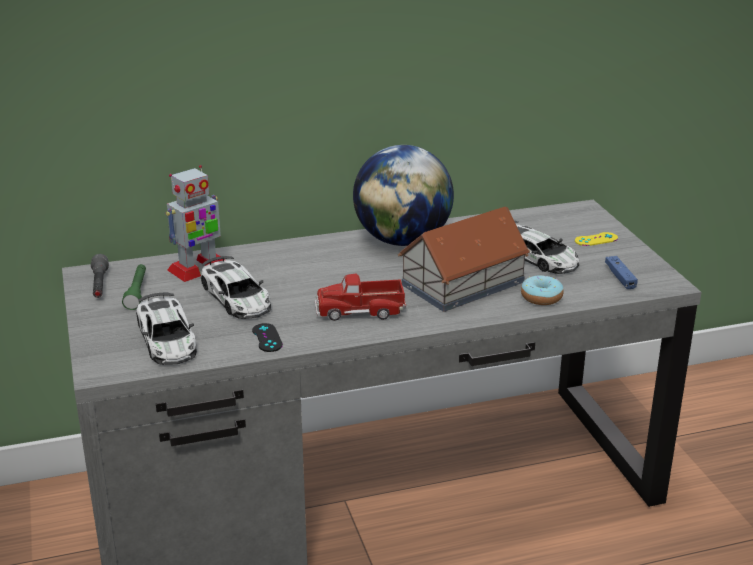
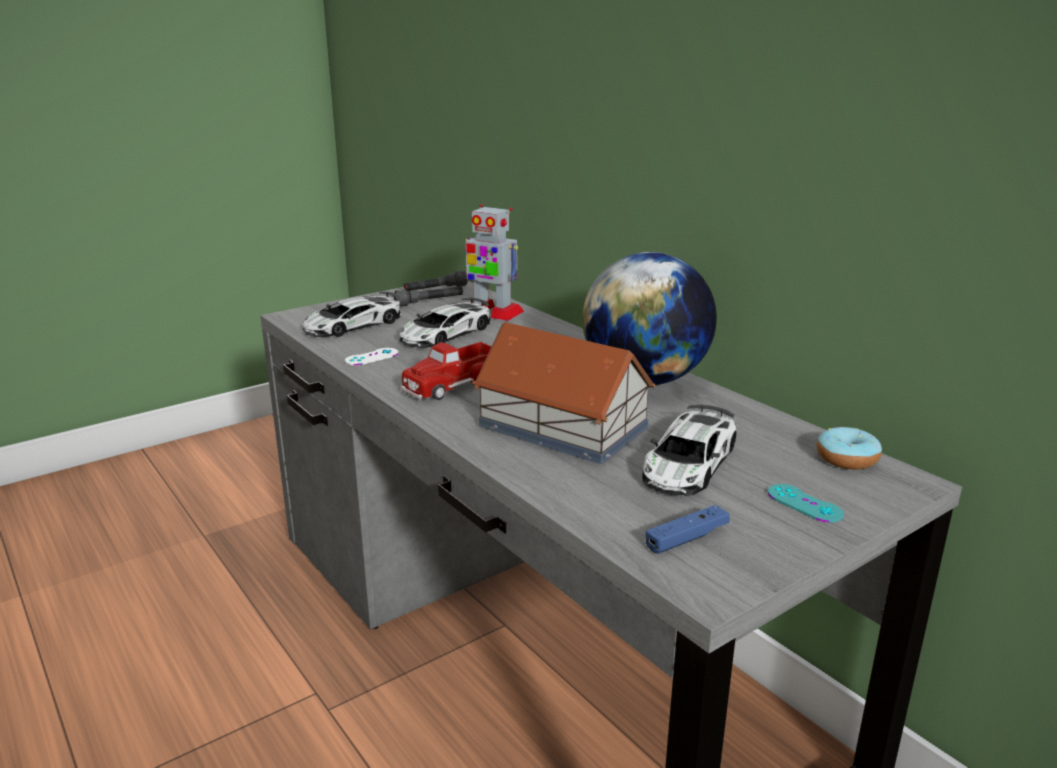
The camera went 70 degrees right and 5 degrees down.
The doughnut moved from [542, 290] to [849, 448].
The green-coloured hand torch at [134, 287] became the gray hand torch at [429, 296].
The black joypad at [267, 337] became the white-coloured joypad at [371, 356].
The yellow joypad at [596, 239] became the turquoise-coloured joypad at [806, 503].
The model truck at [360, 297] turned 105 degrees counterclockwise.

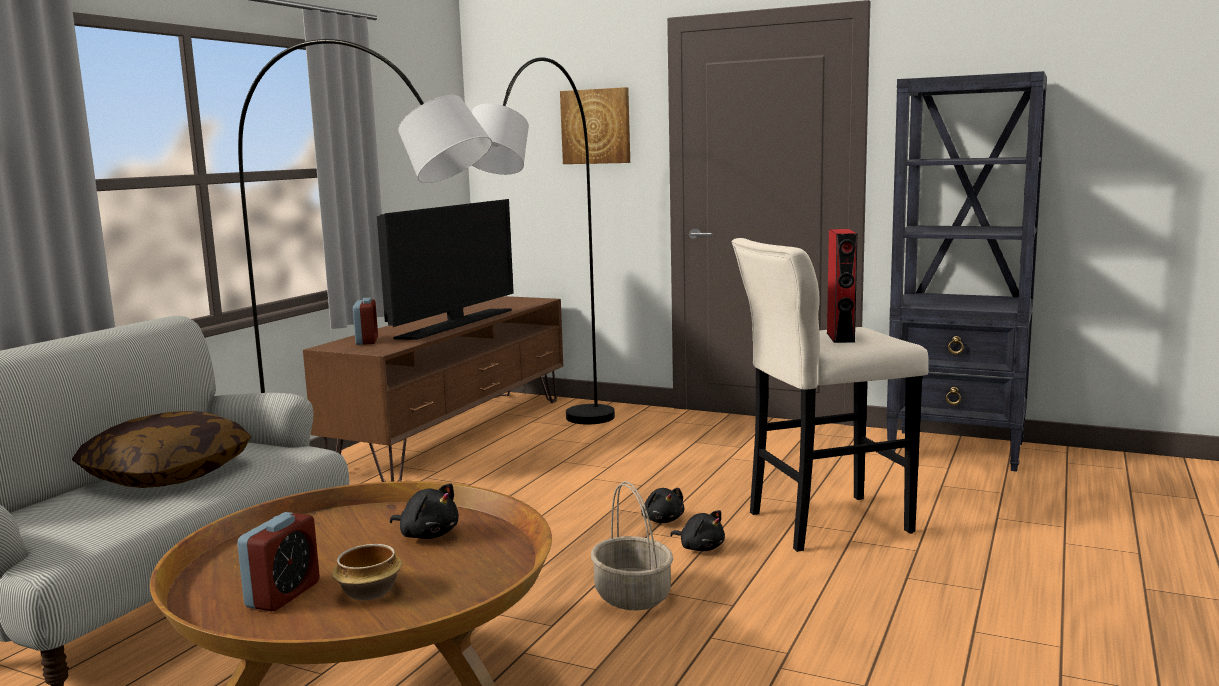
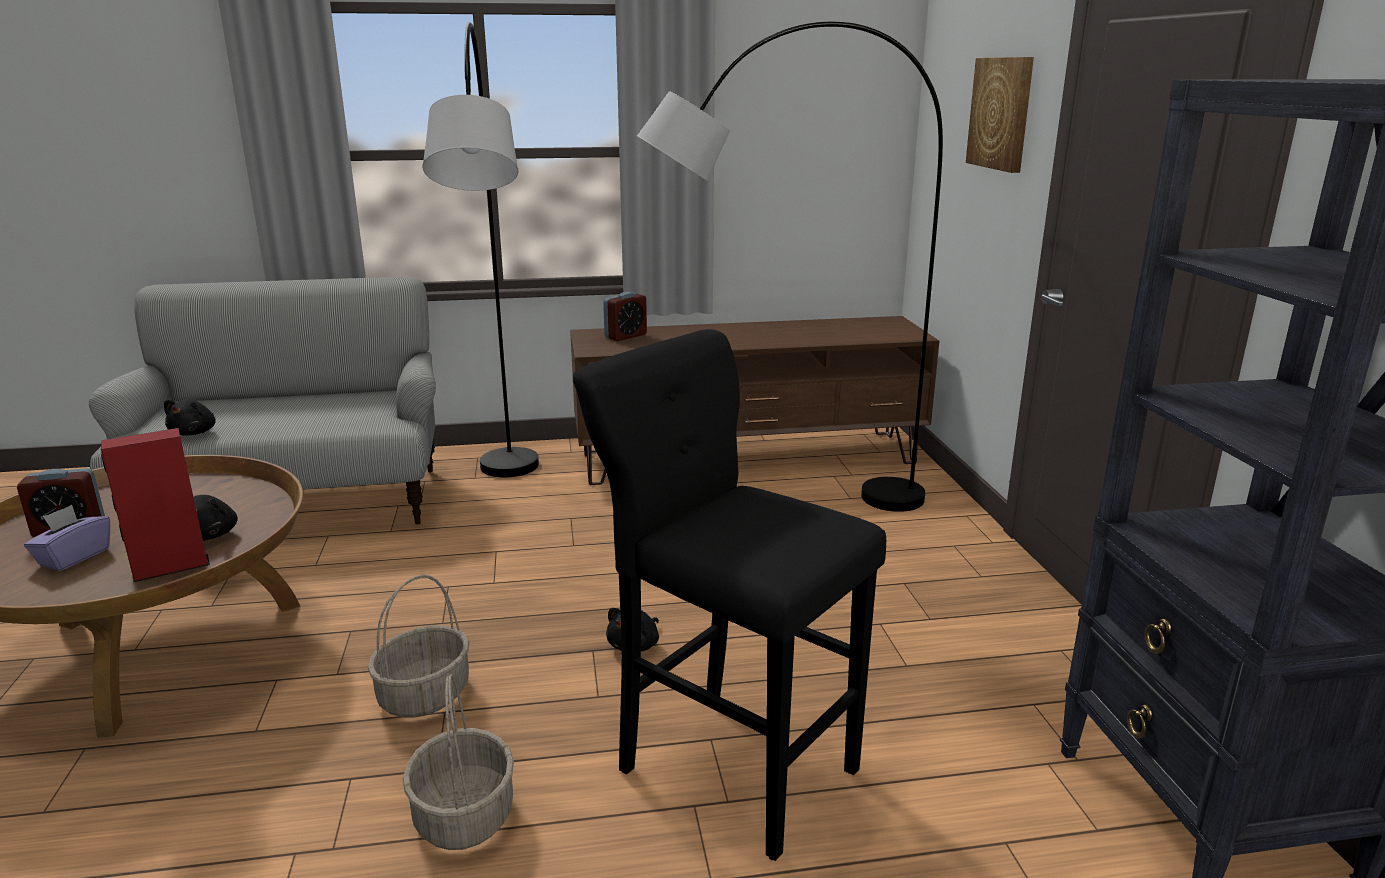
The camera went 55 degrees right and 10 degrees up.
The throw pillow at [161, 449] disappeared.
The television at [445, 269] disappeared.
The household basket at [458, 762] appeared.
The black cuddly toy moved from [697, 530] to [190, 417].
The red loudspeaker moved from [842, 286] to [155, 505].
The bowl at [367, 572] was replaced by the purplish tissue box at [67, 538].
The beige sitting stool at [830, 395] became the black sitting stool at [729, 595].

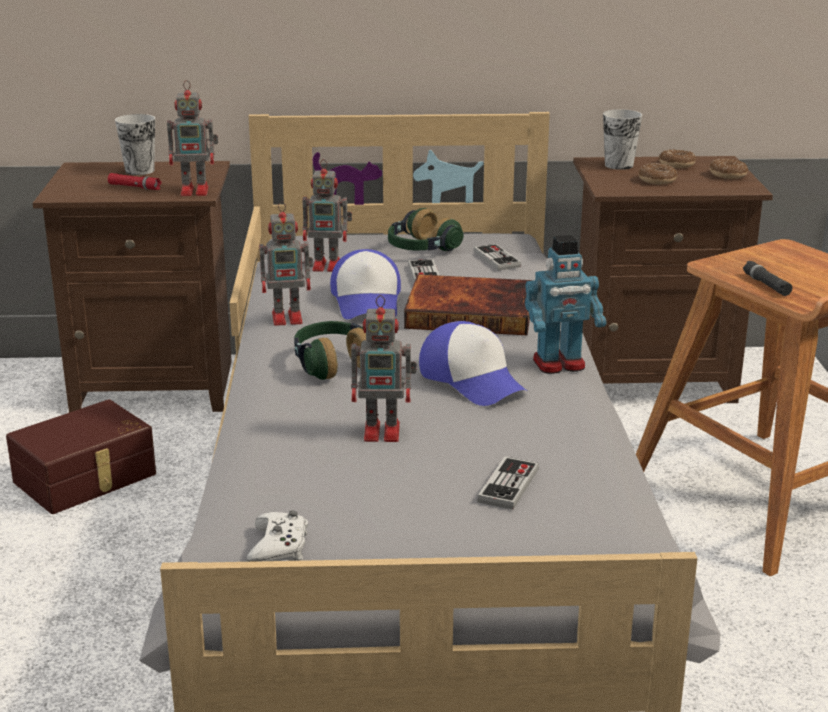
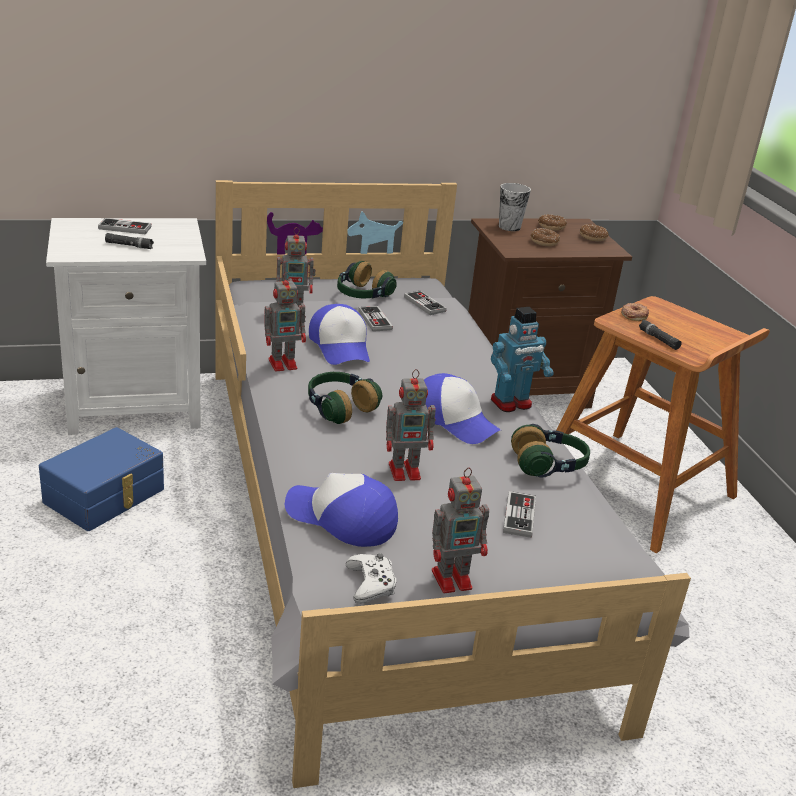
The camera went 15 degrees left and 5 degrees up.
The bound book at [468, 305] disappeared.
The baseball cap at [341, 510] appeared.
The pair of headphones at [550, 450] appeared.
The doughnut at [635, 312] appeared.
The robot figure moved from [192, 138] to [460, 530].
The drinking cup at [135, 144] was replaced by the joypad at [125, 226].
The brown-coloured storage bin at [81, 456] became the bluish storage bin at [101, 479].
The brown-coloured night table at [132, 287] became the white-coloured night table at [126, 326].
The red hand torch at [135, 181] became the black hand torch at [129, 241].

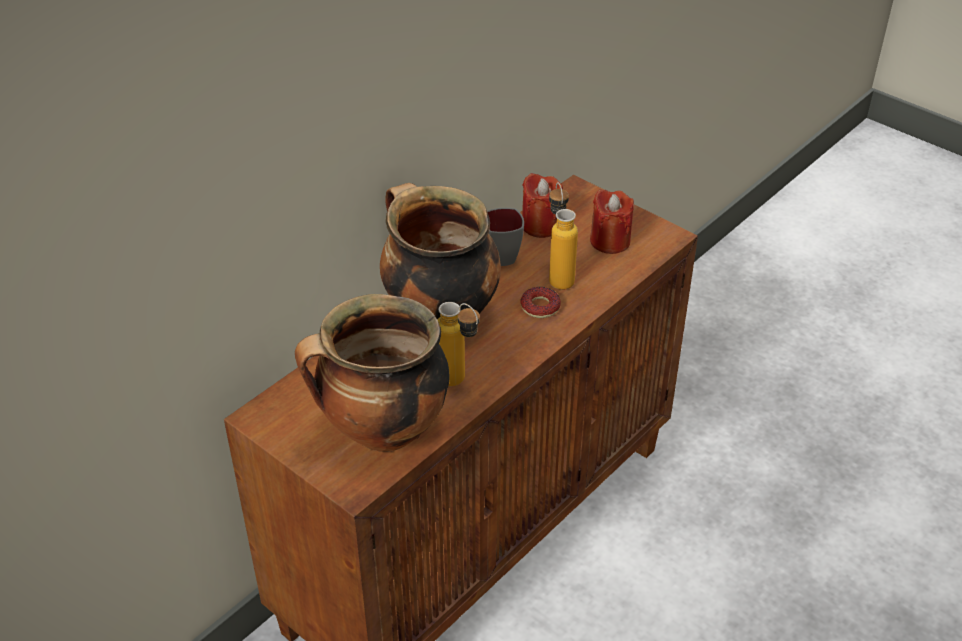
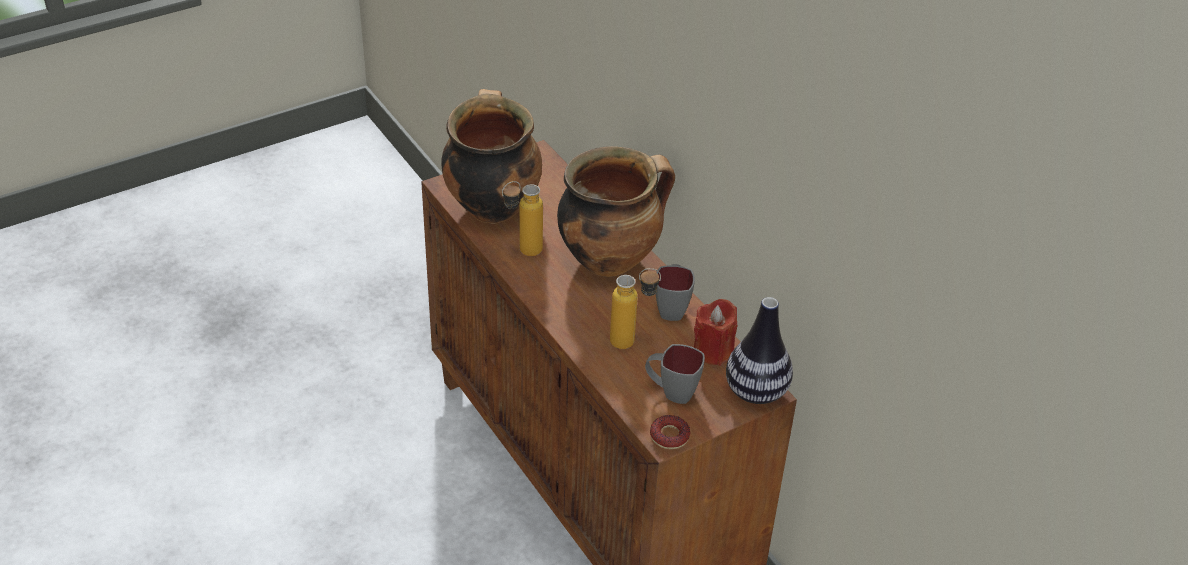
The camera went 105 degrees right and 0 degrees up.
The vase at [759, 350] appeared.
The doughnut moved from [540, 302] to [670, 432].
The red wax light at [612, 221] was replaced by the gray tea mug at [675, 374].

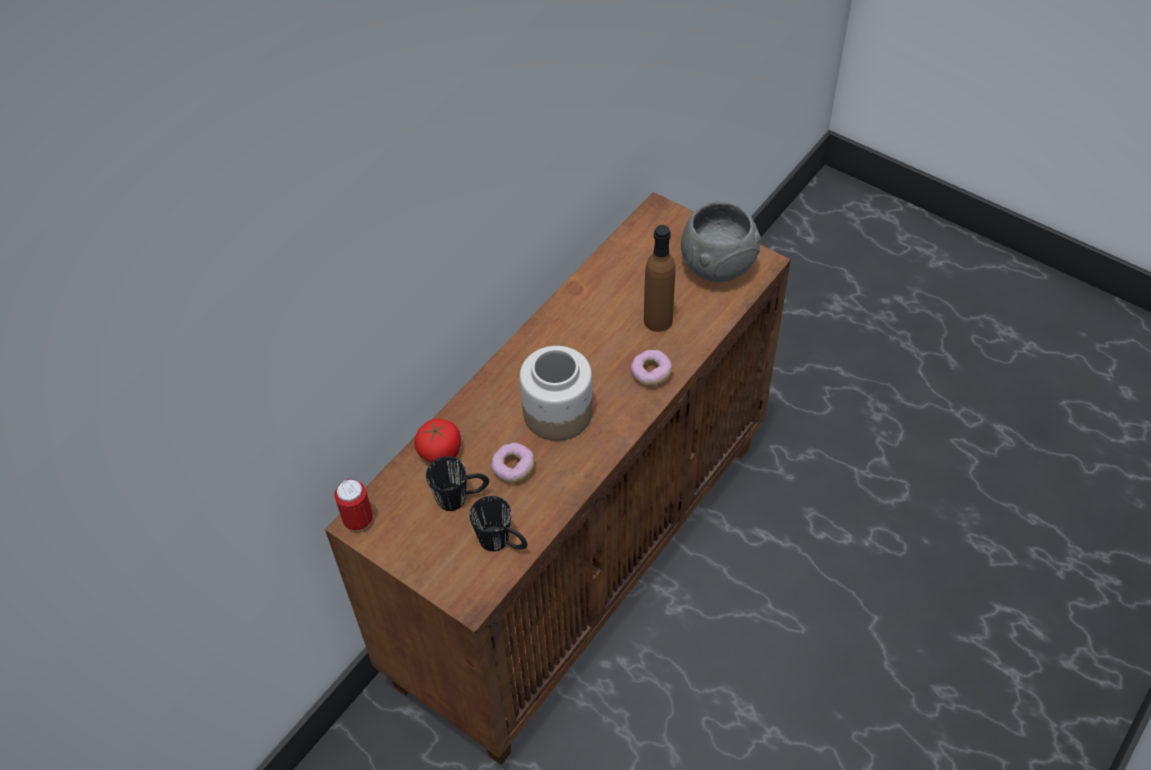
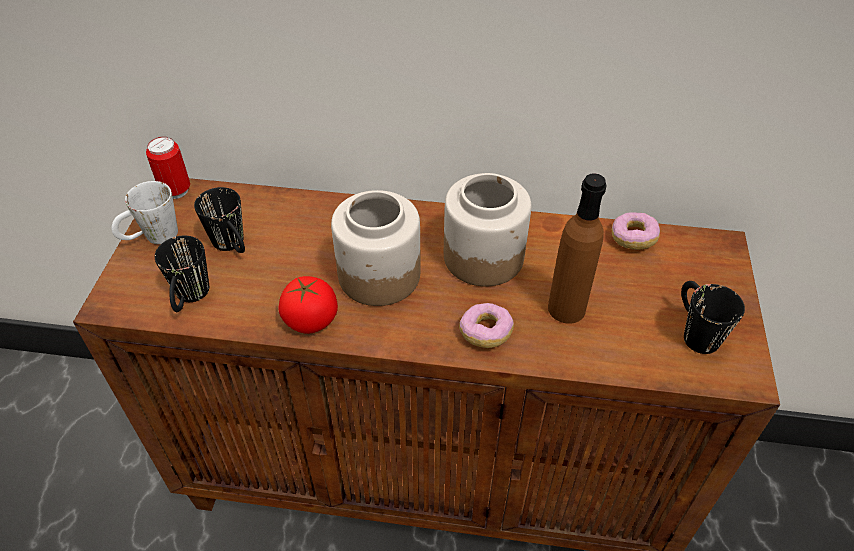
The camera went 60 degrees right and 5 degrees down.
The white-coloured tea mug at [144, 212] appeared.
The jar at [487, 230] appeared.
The whole tomato moved from [437, 441] to [308, 305].
The doughnut moved from [513, 463] to [636, 231].
The gray bowl at [721, 241] was replaced by the black tea mug at [713, 317].

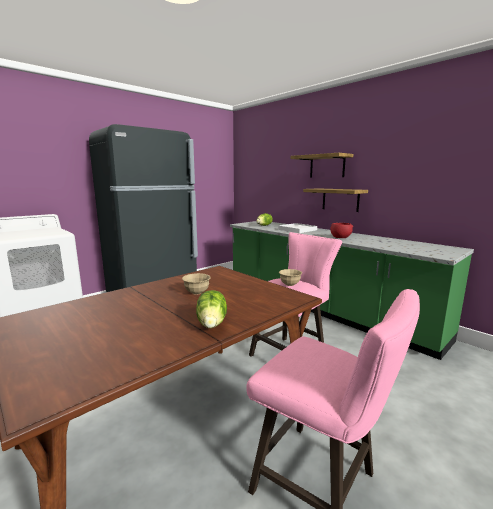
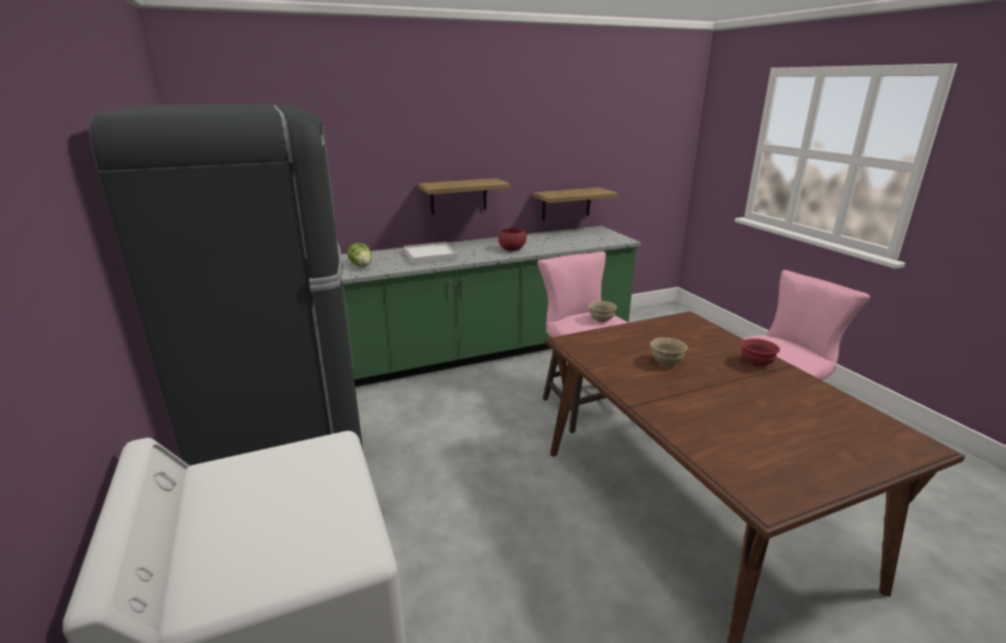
The camera went 70 degrees left and 10 degrees up.
The shelf moved from [321, 165] to [575, 204].
The lettuce at [211, 309] was replaced by the red bowl at [760, 352].

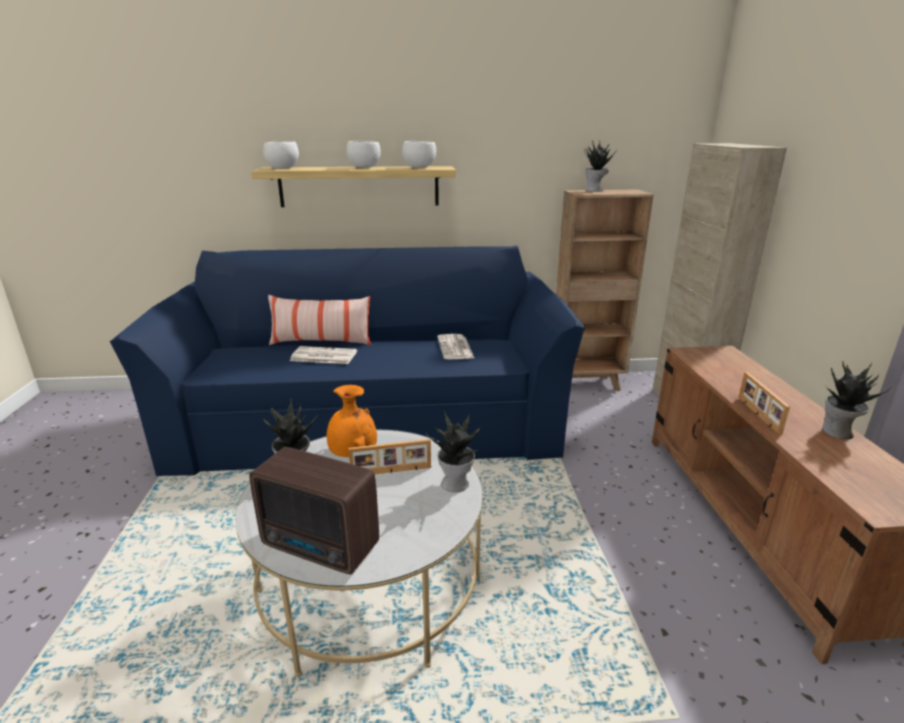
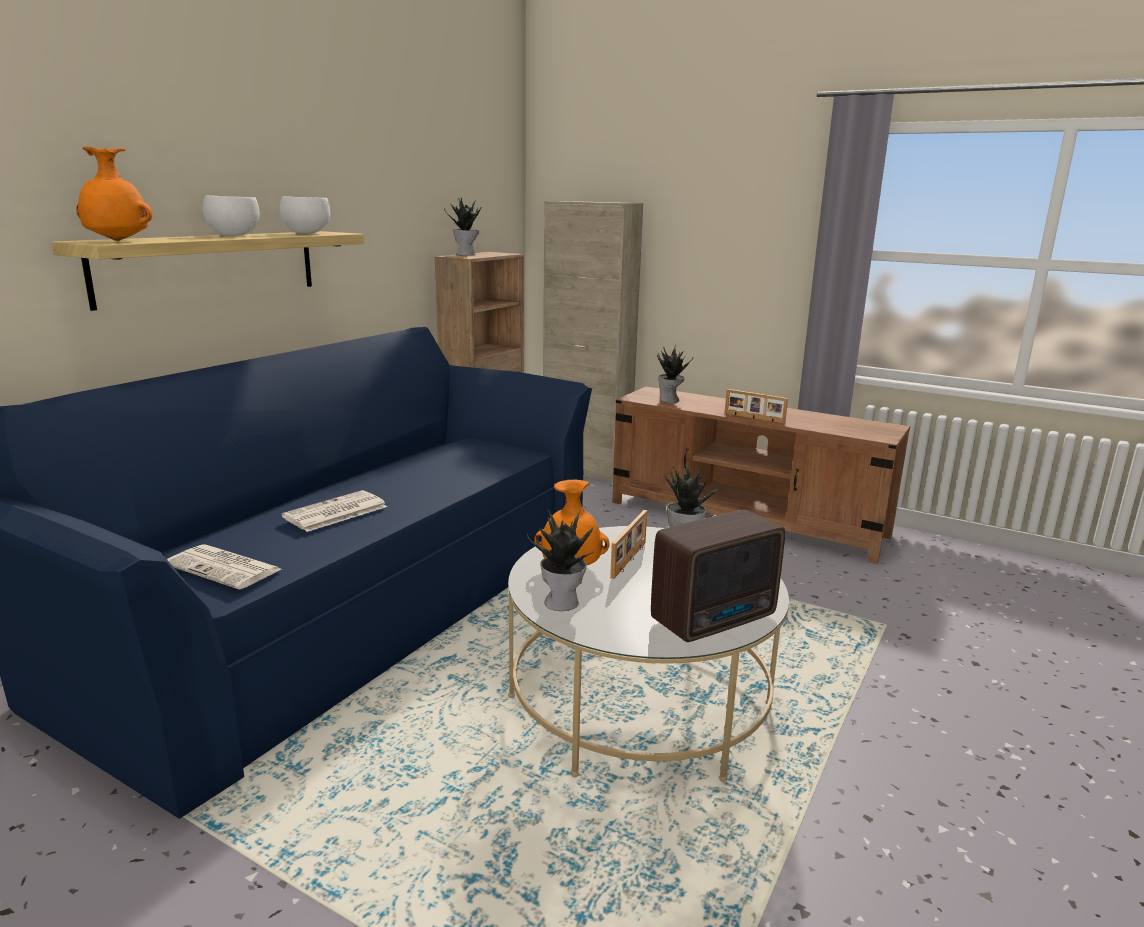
The camera went 55 degrees left and 5 degrees down.
The throw pillow at [319, 320] disappeared.
The printed paper moved from [455, 347] to [224, 567].
The potted plant moved from [856, 400] to [675, 375].
The white-coloured bowl at [281, 155] was replaced by the orange vase at [114, 194].

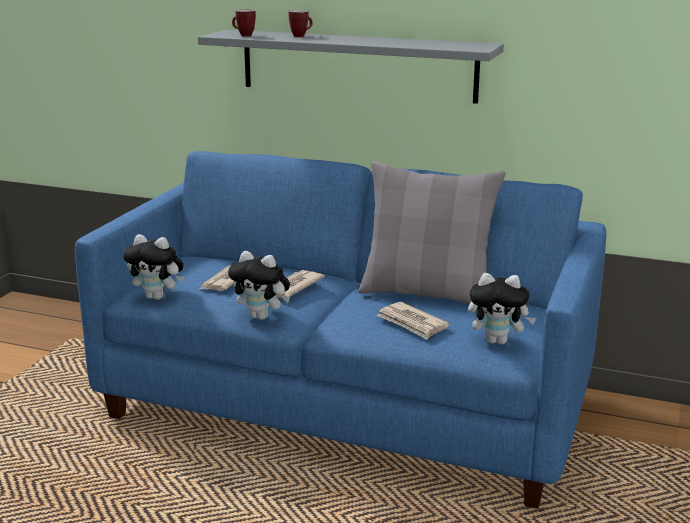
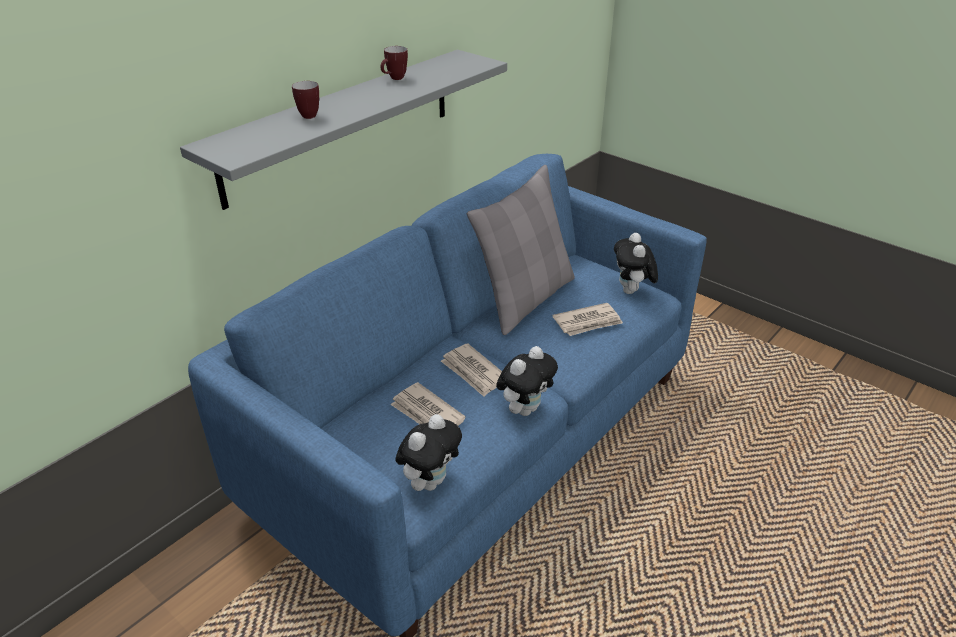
The camera went 70 degrees left and 15 degrees up.
The tea mug moved from [244, 23] to [394, 63].
The cuddly toy at [502, 309] turned 150 degrees clockwise.

